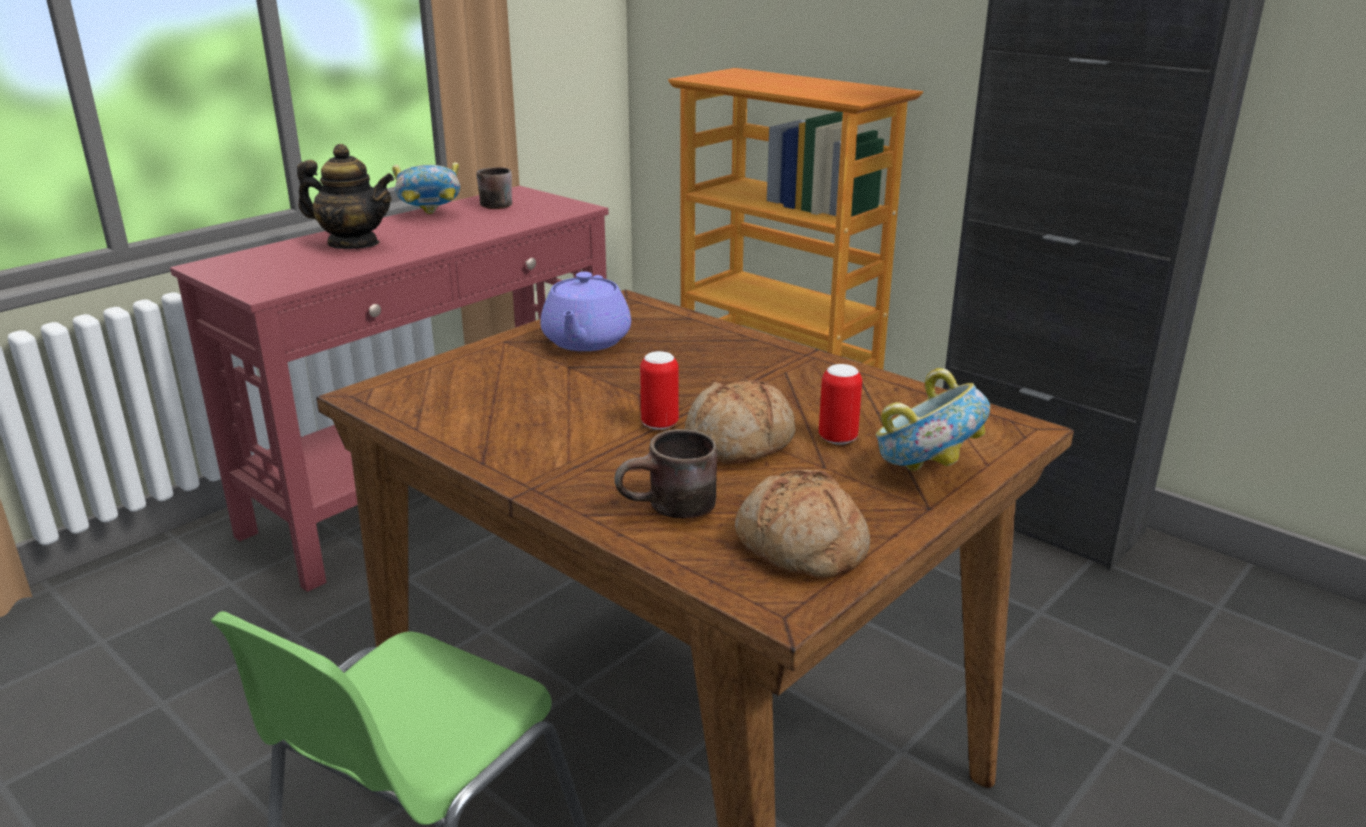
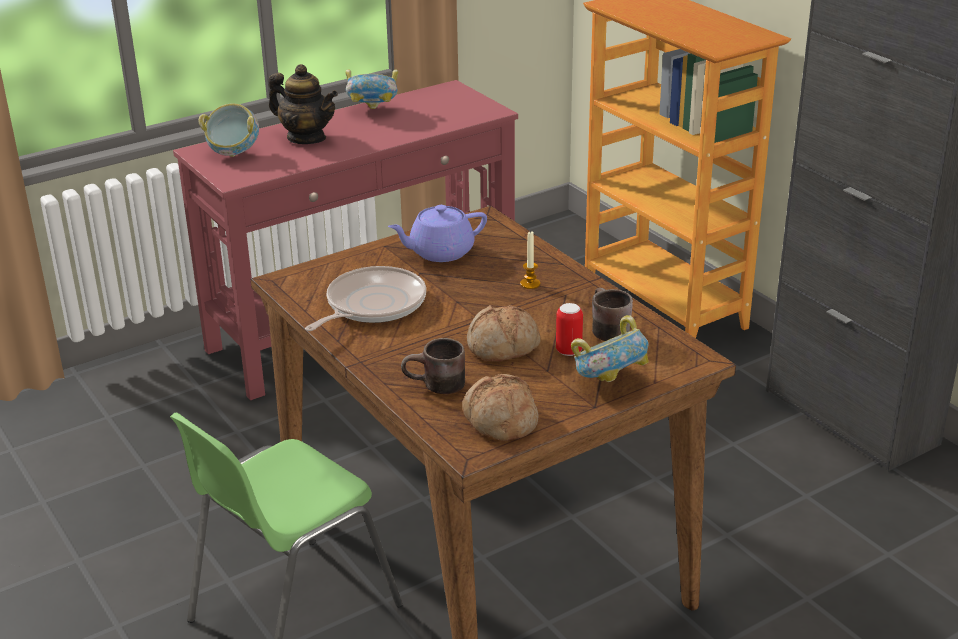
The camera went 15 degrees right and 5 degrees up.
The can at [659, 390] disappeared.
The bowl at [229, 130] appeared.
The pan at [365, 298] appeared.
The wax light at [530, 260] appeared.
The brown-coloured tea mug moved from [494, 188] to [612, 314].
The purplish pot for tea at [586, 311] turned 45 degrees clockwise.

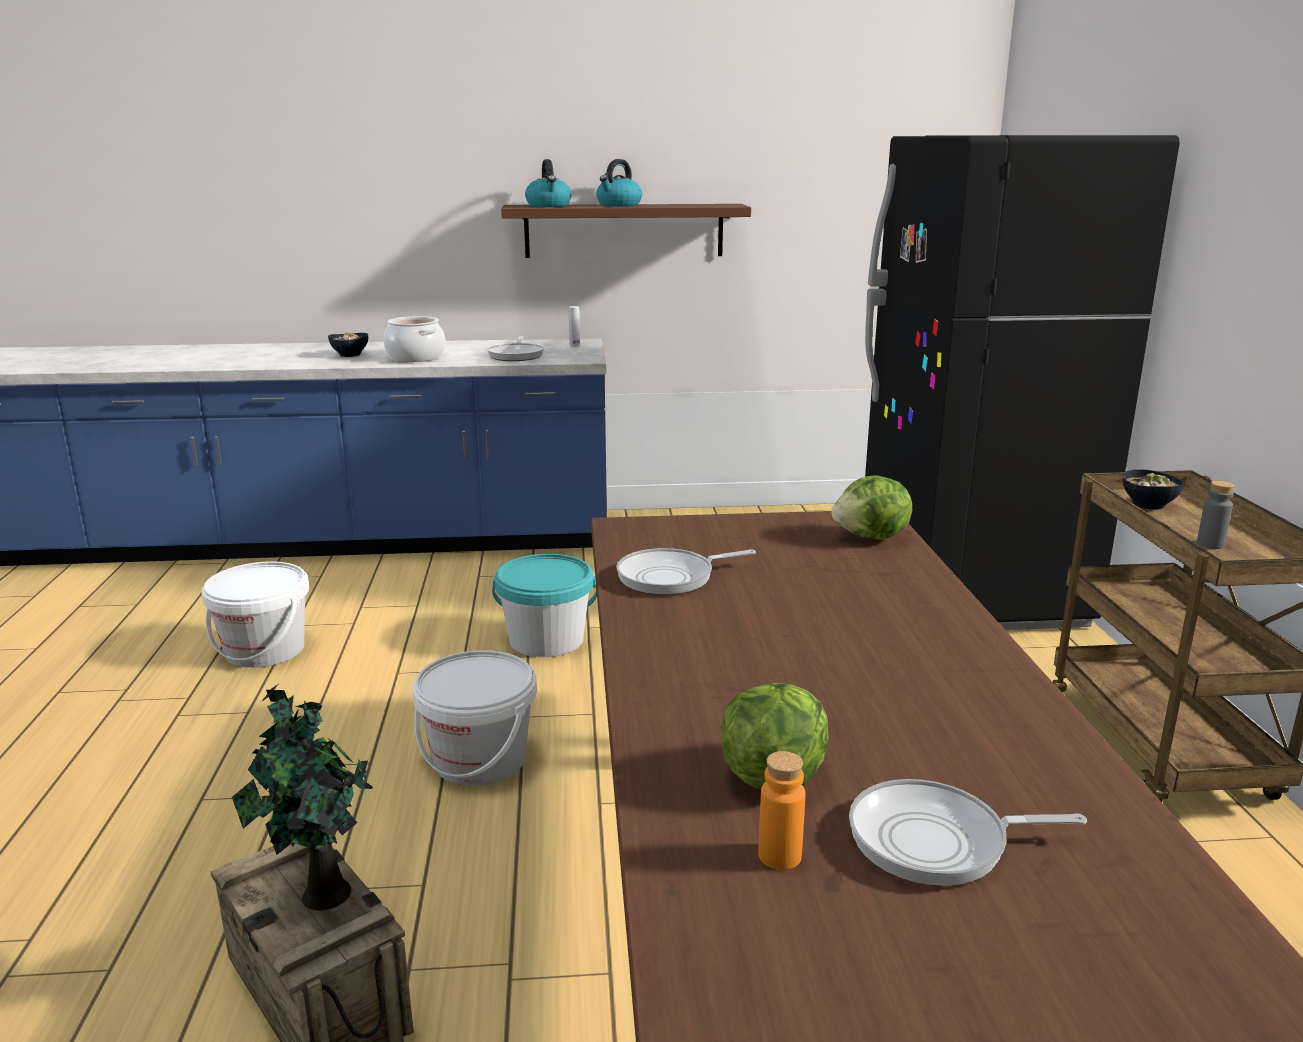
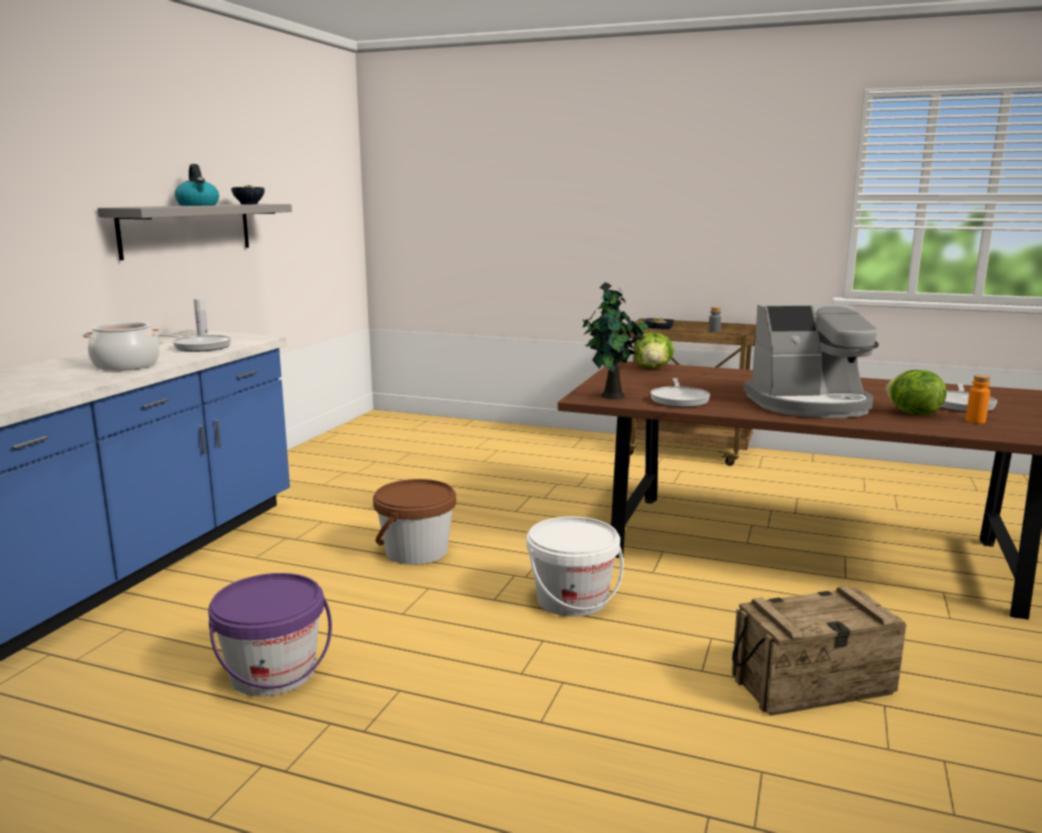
The camera went 65 degrees left and 5 degrees down.
The water kettle at [548, 183] disappeared.
The black kitchen fridge at [1022, 382] disappeared.
The coffee brewer at [811, 361] appeared.
The potted plant moved from [302, 797] to [615, 340].
The bowl moved from [348, 345] to [248, 194].
The white-coloured pail at [255, 615] became the purplish pail at [270, 634].
The turquoise-coloured pail at [544, 605] became the brown-coloured pail at [414, 522].
The brown-coloured shelf at [626, 231] became the gray shelf at [194, 232].

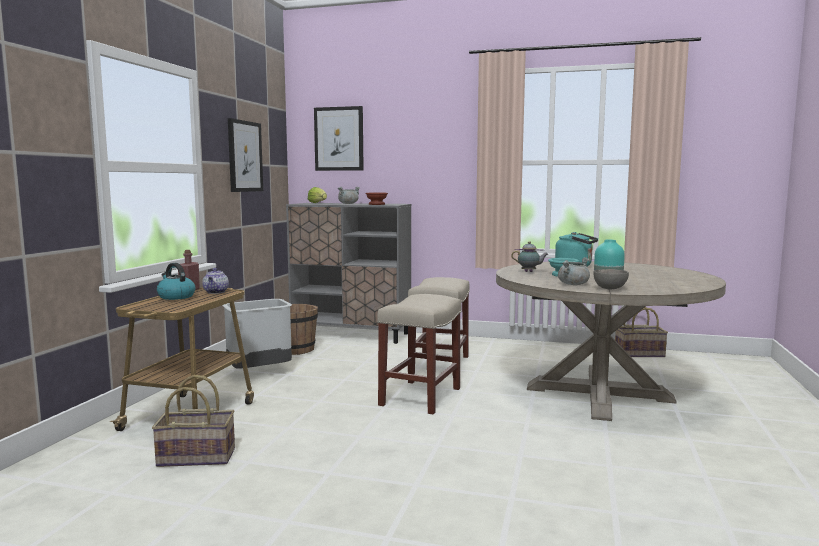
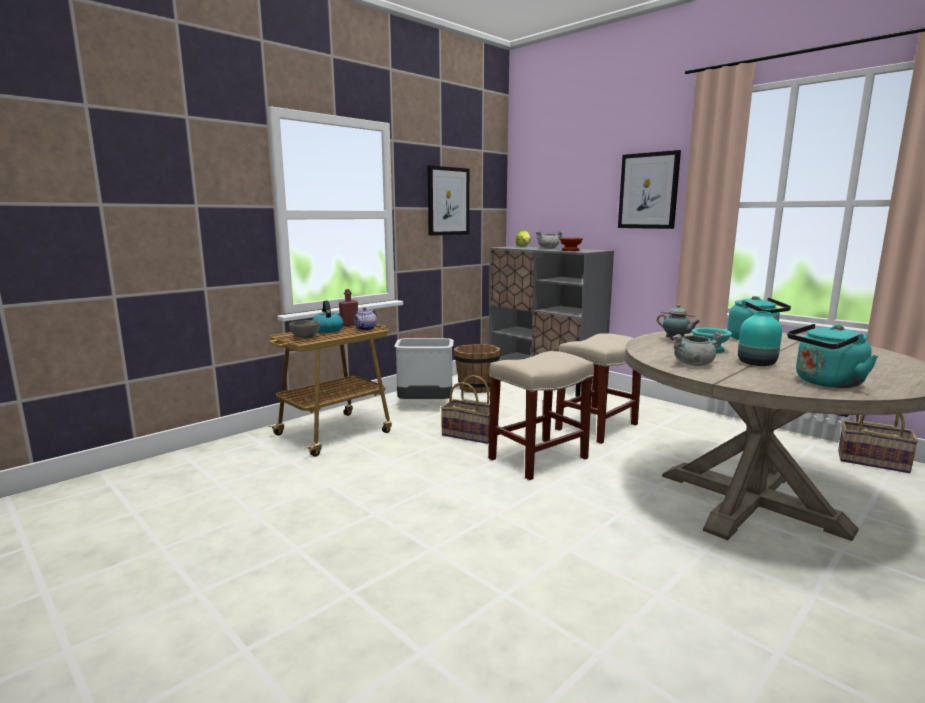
The camera went 30 degrees right and 5 degrees up.
The turquoise-coloured water kettle at [832, 356] appeared.
The household basket moved from [193, 421] to [470, 409].
The wall art moved from [339, 138] to [649, 189].
The gray bowl moved from [611, 279] to [304, 329].

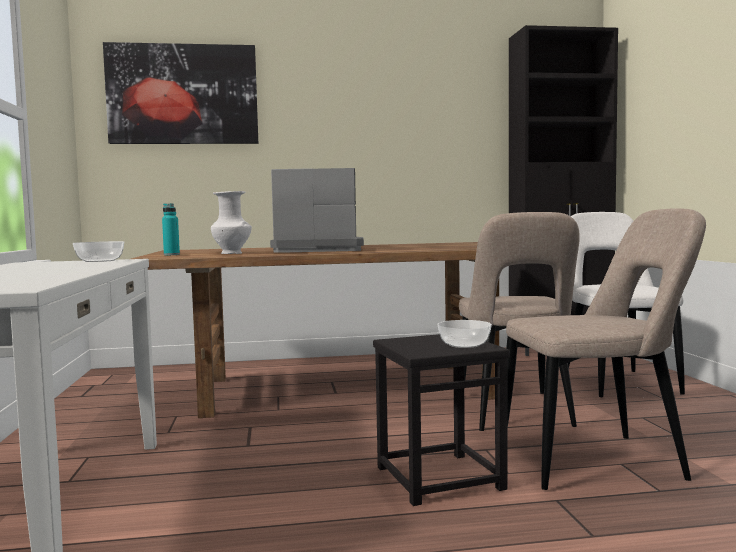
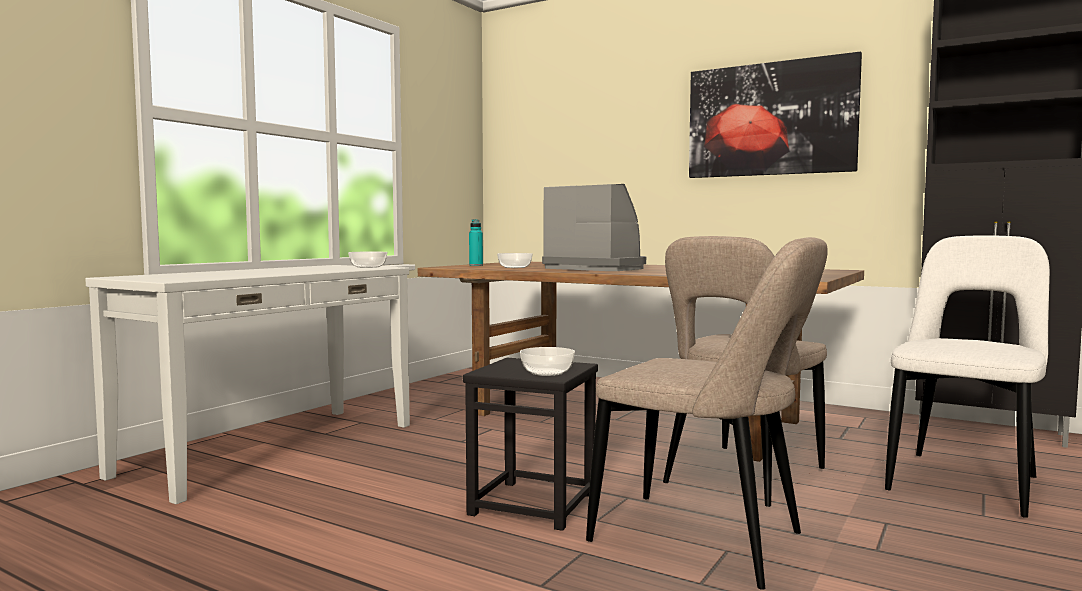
The camera went 40 degrees right and 0 degrees up.
The wall art moved from [180, 93] to [775, 115].
The white-coloured vase at [231, 222] was replaced by the bowl at [515, 260].

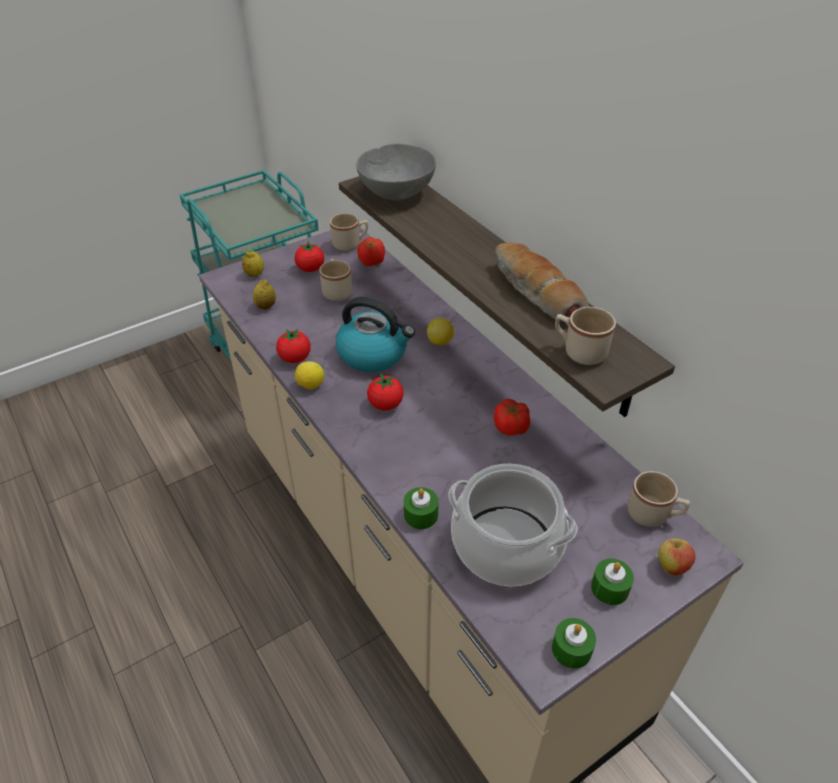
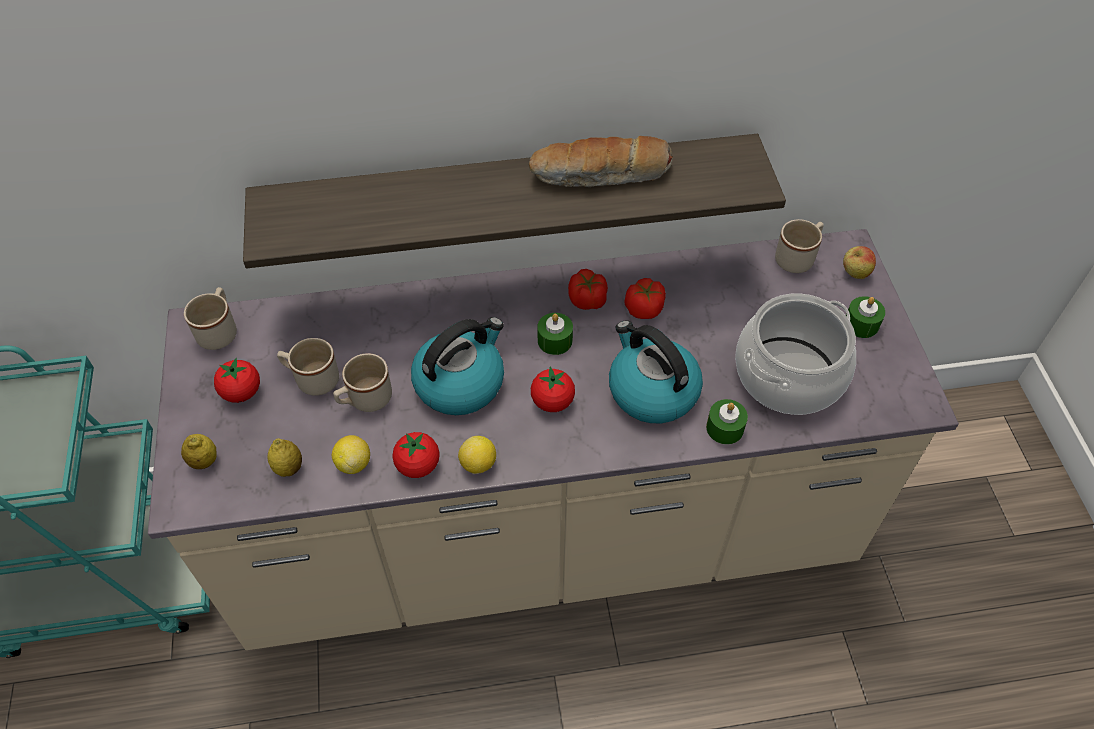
The camera went 65 degrees left and 10 degrees up.
The gray bowl at [396, 172] disappeared.
The water kettle at [656, 371] appeared.
The whole tomato moved from [371, 251] to [588, 289].
The lemon moved from [440, 331] to [351, 454].
The green-coloured wax light moved from [574, 643] to [555, 334].
The beige tea mug moved from [585, 336] to [362, 382].

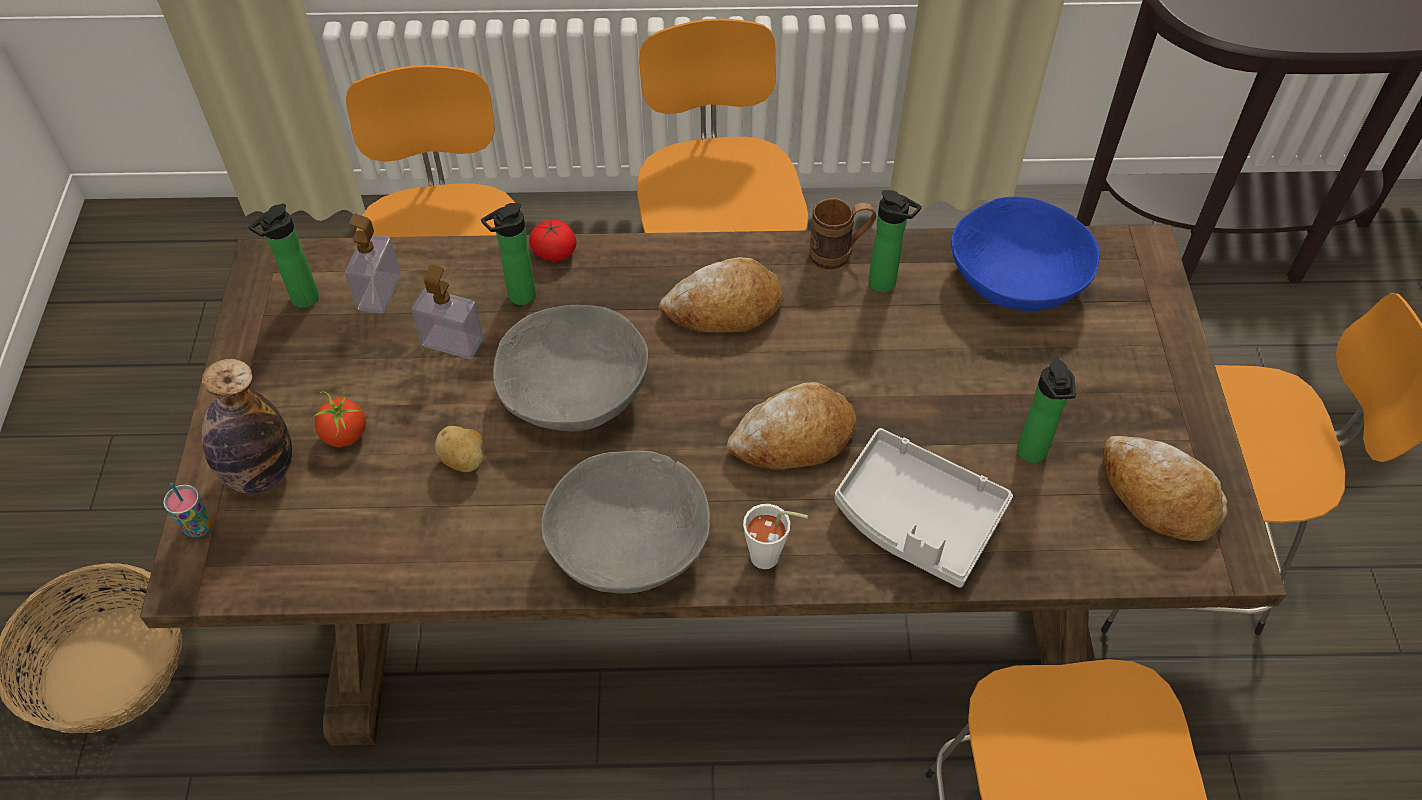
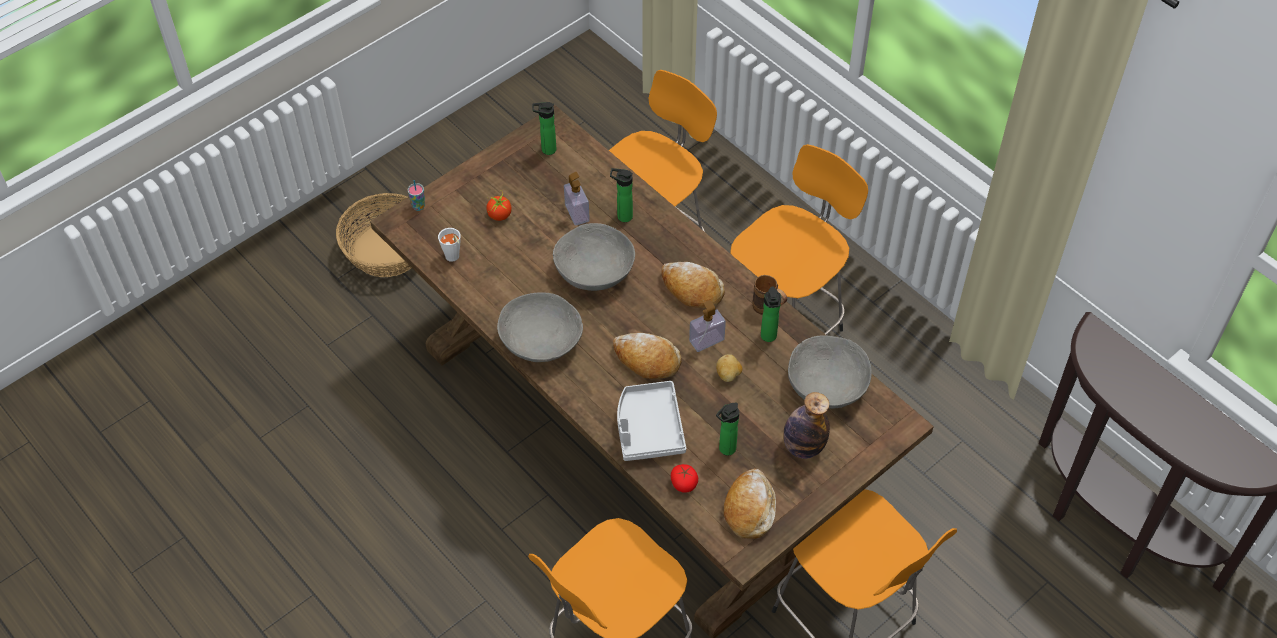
The camera went 50 degrees right and 0 degrees up.
The drink bottle moved from [247, 426] to [806, 425].
The liquid soap bottle moved from [373, 264] to [707, 326].
The spud moved from [459, 449] to [729, 368].
The whole tomato moved from [553, 240] to [684, 478].
The white-coloured drinking cup moved from [775, 536] to [449, 245].
The bluish bowl at [1025, 254] became the gray bowl at [830, 372].

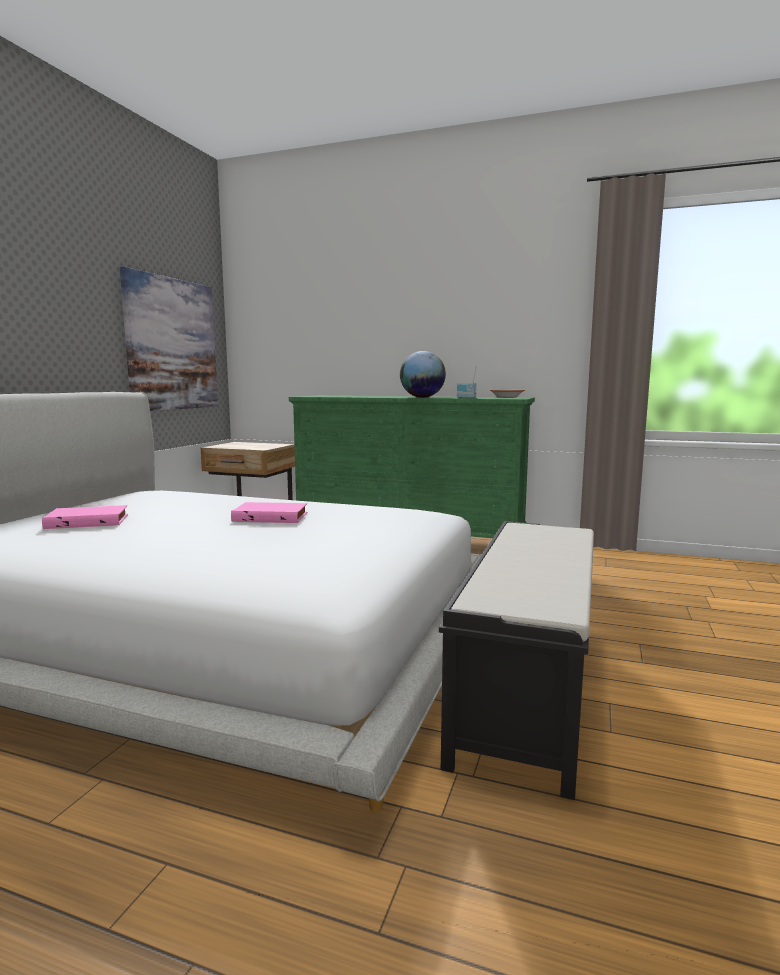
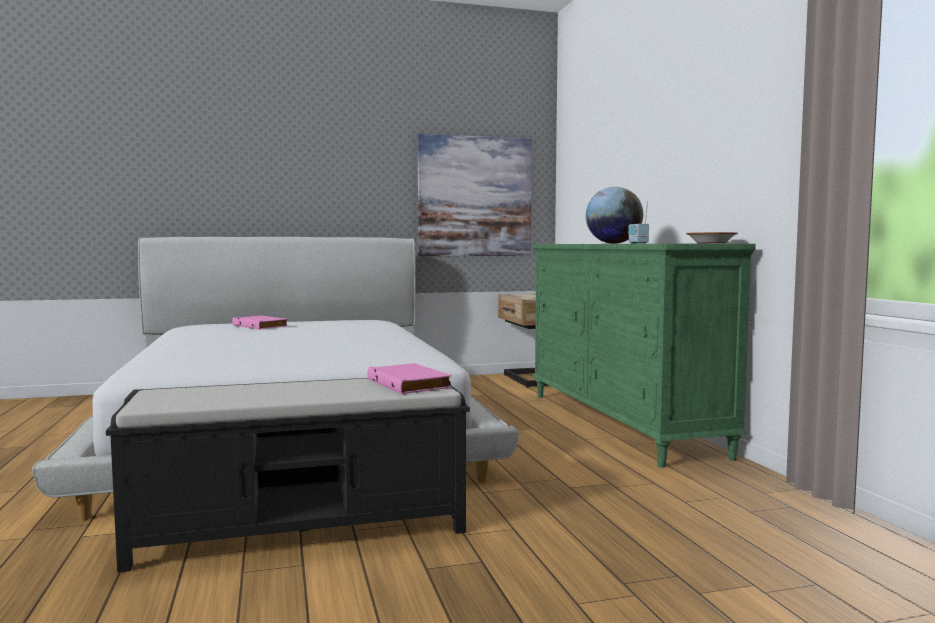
The camera went 55 degrees right and 5 degrees down.
The pinkish bound book moved from [269, 512] to [409, 378].

